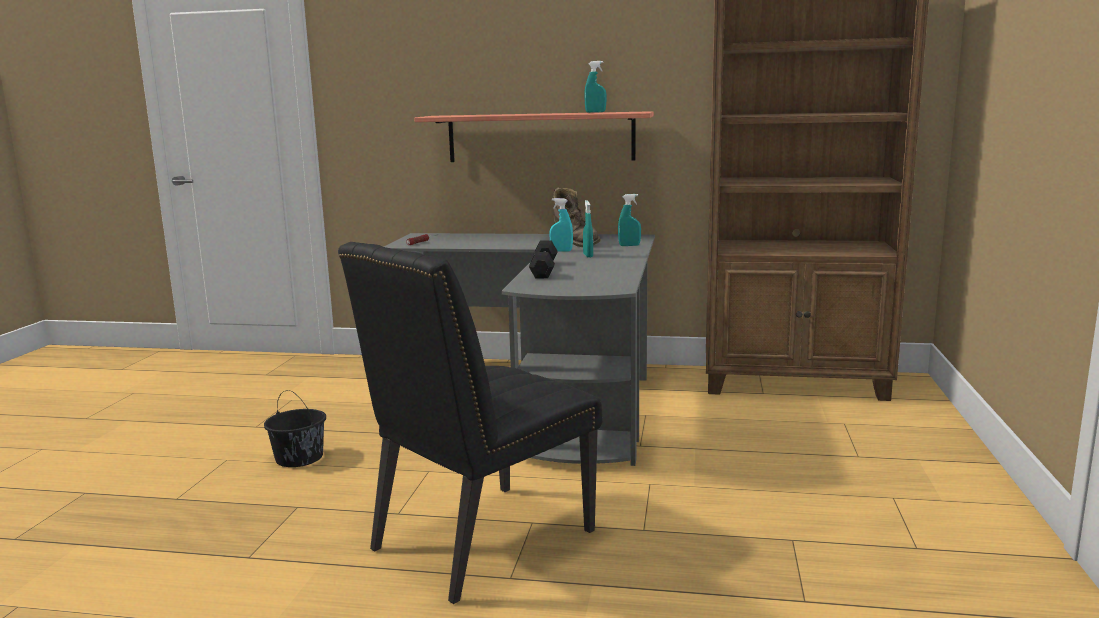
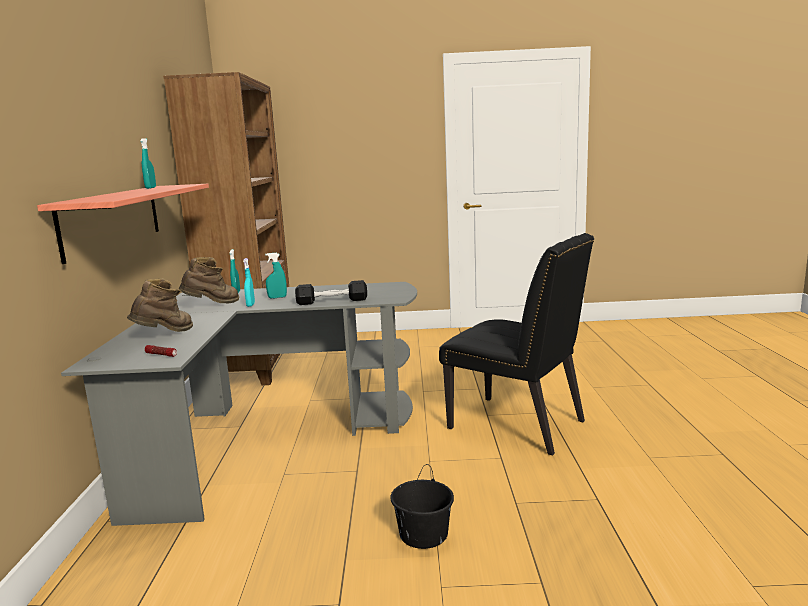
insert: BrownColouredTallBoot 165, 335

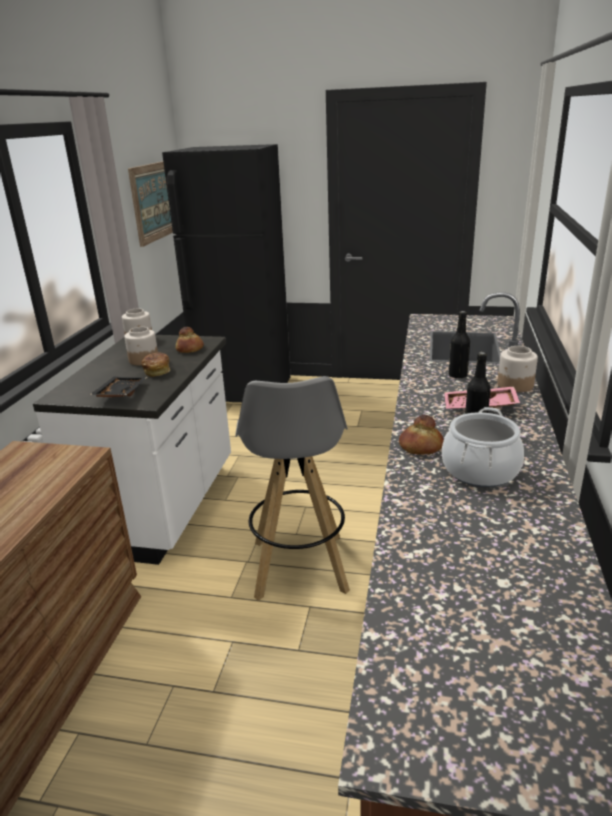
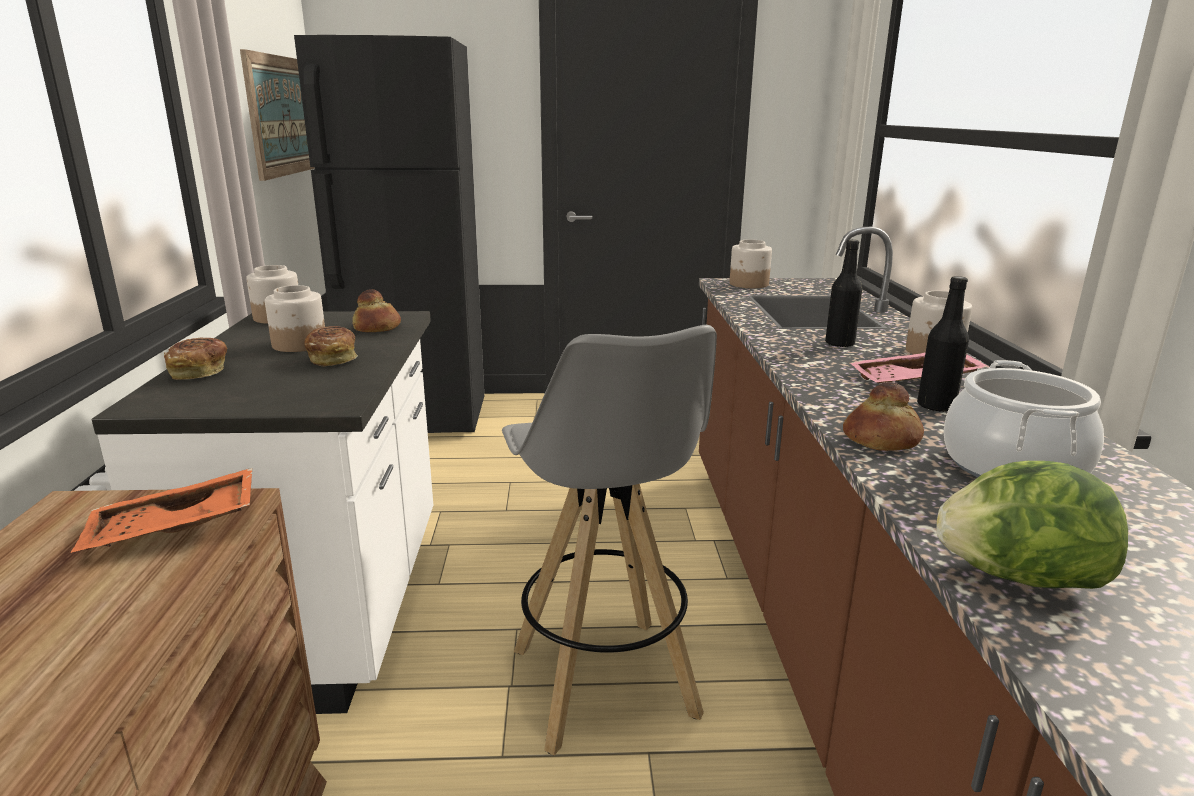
delete: BlackColouredServingTray 120, 394
insert: OrangeColouredServingTray 173, 529; BakedBread 199, 372; Jar 749, 284; Lettuce 1017, 577

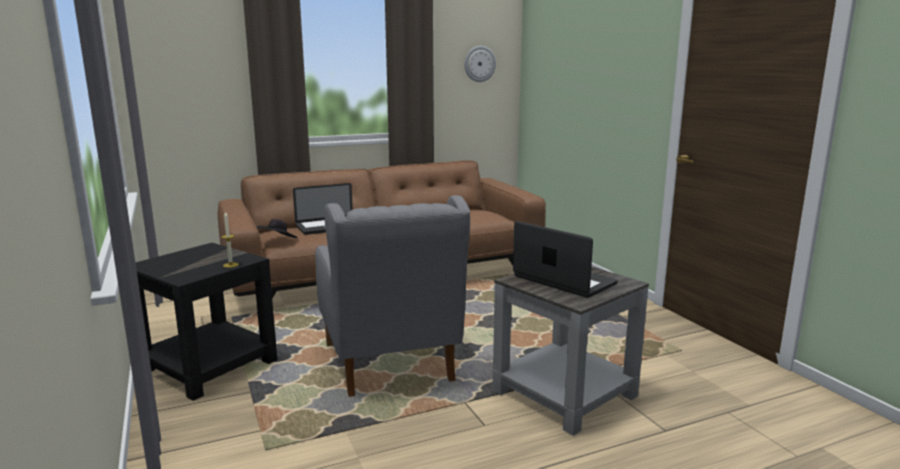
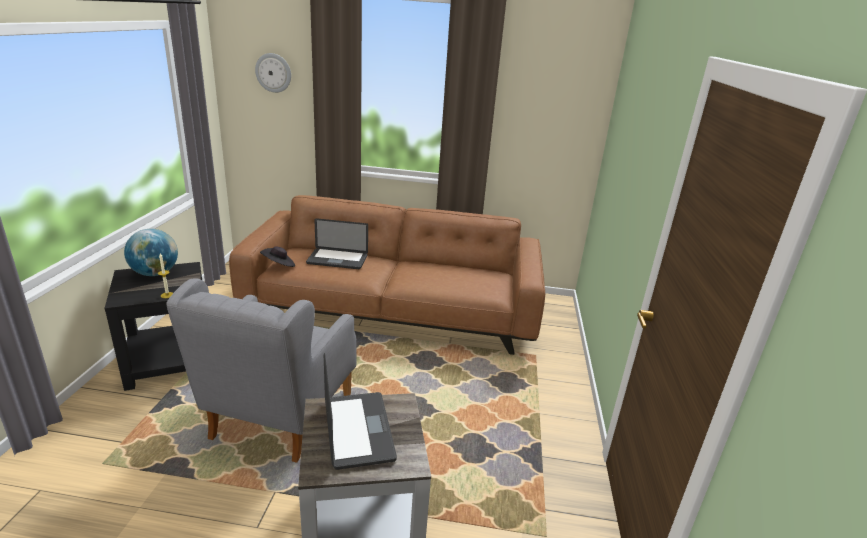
insert: Globe 155, 273
move: ClockOnTheWall 479, 64 to 273, 73

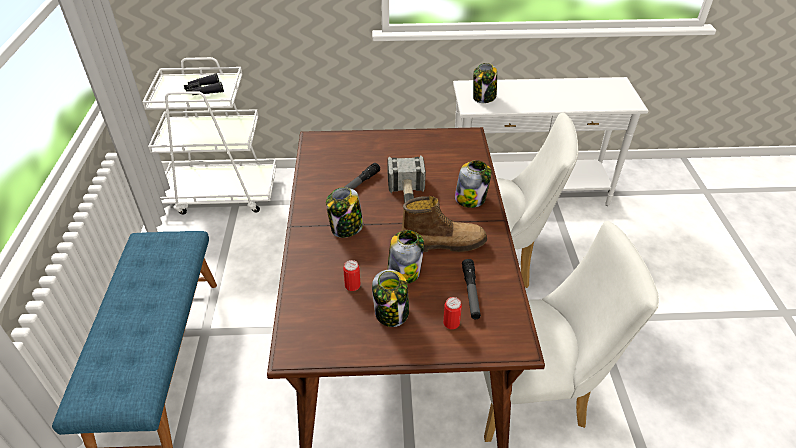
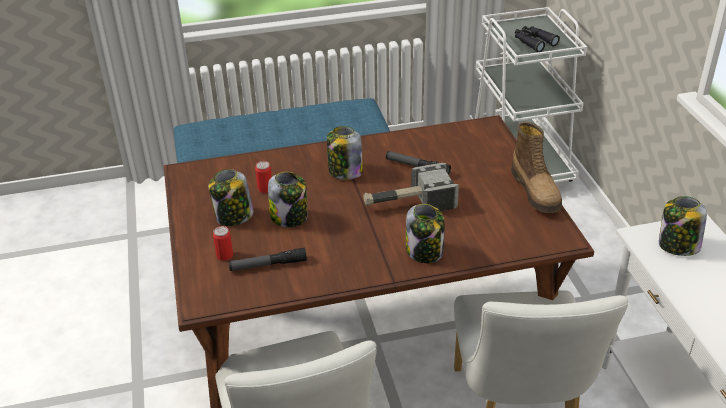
move: TallBoot 443, 243 to 536, 191

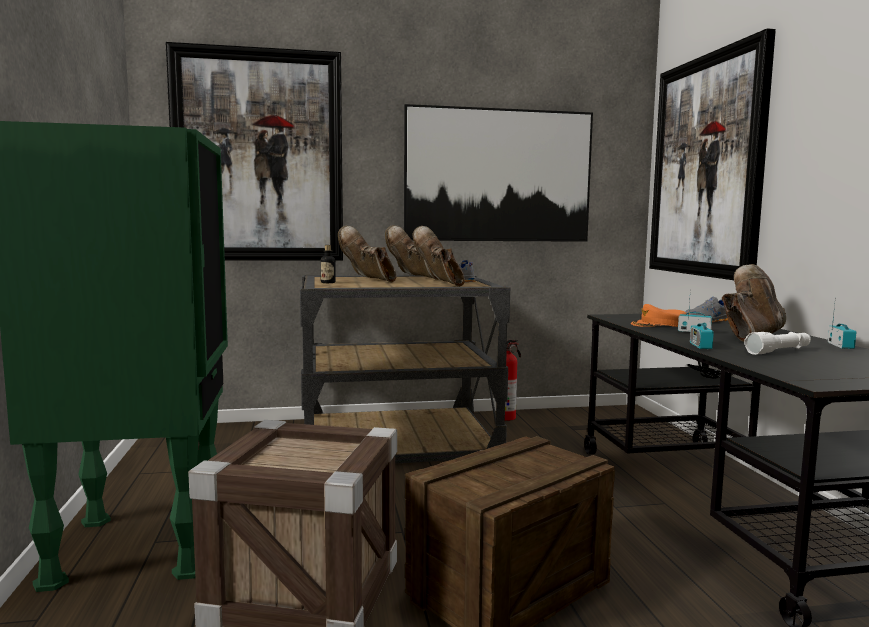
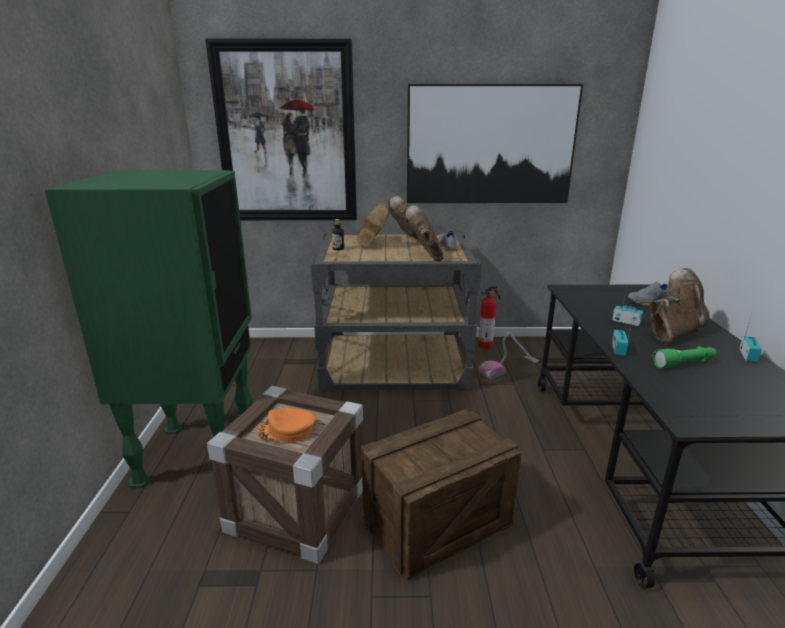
delete: Picture 706, 167
insert: VacuumCleaner 509, 368
move: OrangeColouredPeakedCap 658, 324 to 286, 431
recolor: WhiteHandTorch 779, 351 to GreenishHandTorch 684, 363
rotate: BrownColouredTallBoot 368, 280 = 372, 244 150 degrees counterclockwise

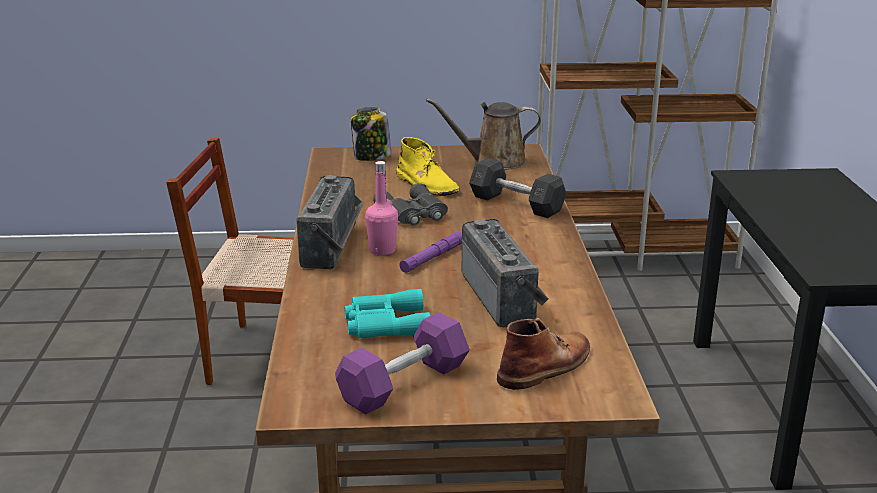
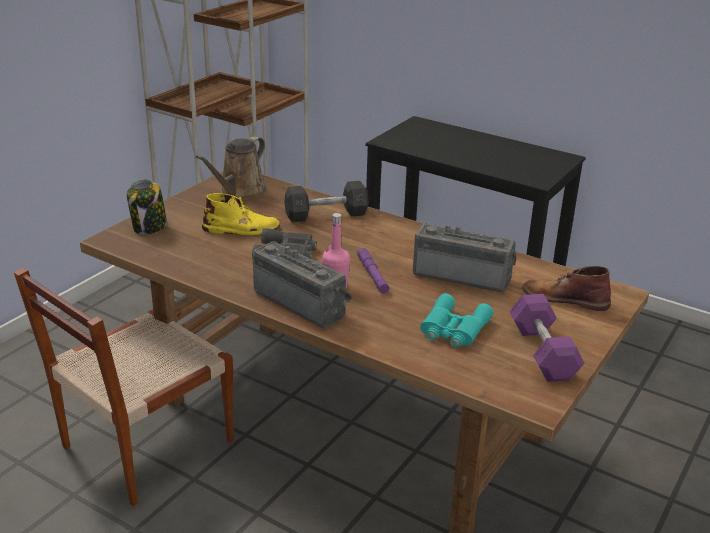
rotate: BrownColouredTallBoot 546, 366 = 564, 298 60 degrees counterclockwise

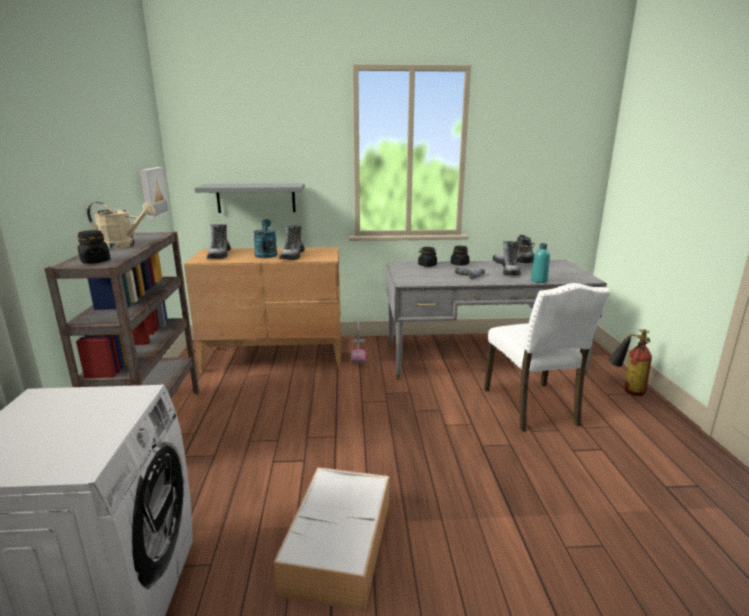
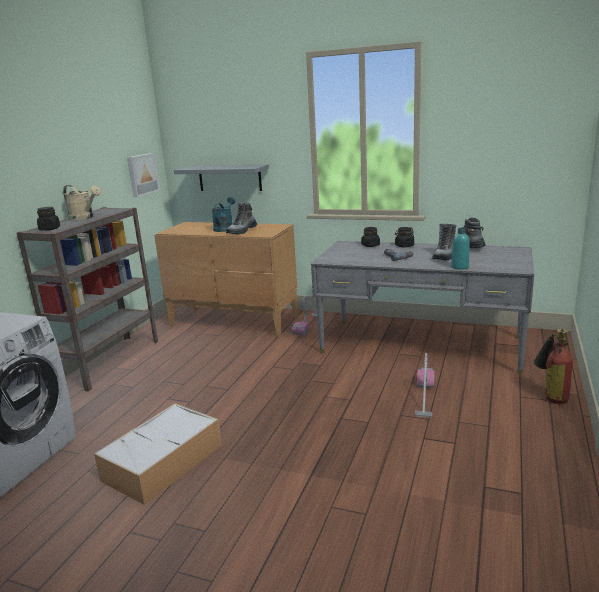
delete: TallBoot 219, 255
replace: WhiteUprightChair 533, 407 to VacuumCleaner 424, 396

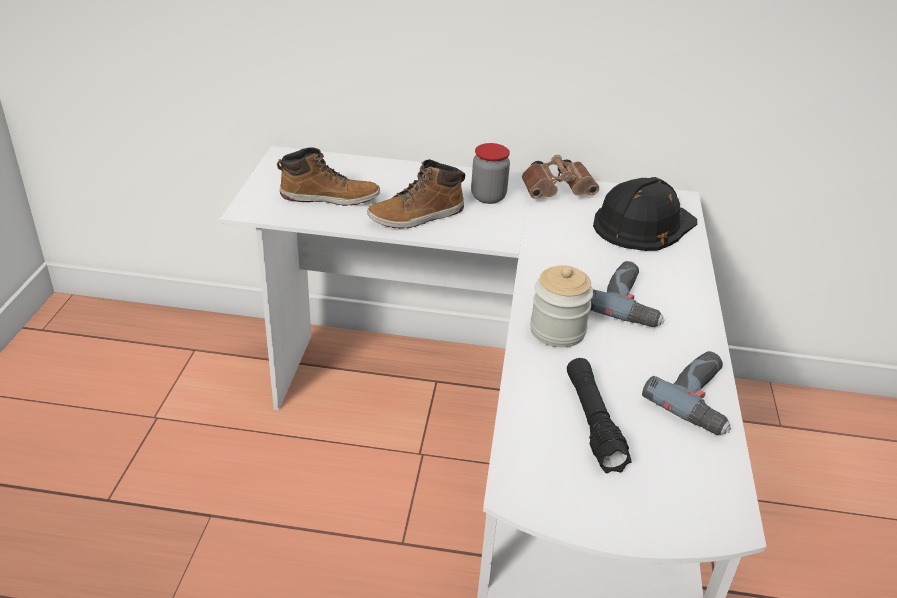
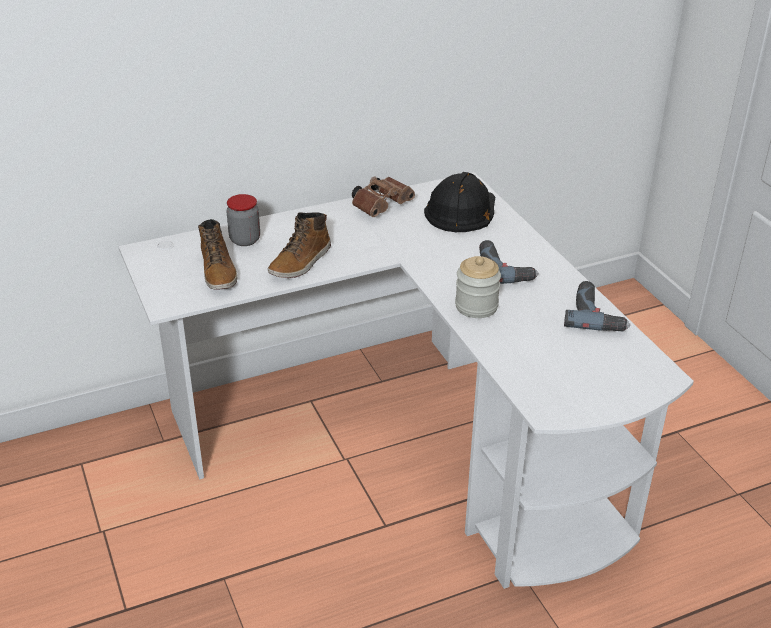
delete: BlackColouredHandTorch 593, 422
move: Jar 488, 197 to 245, 240
rotate: TallBoot 330, 197 = 218, 271 105 degrees clockwise

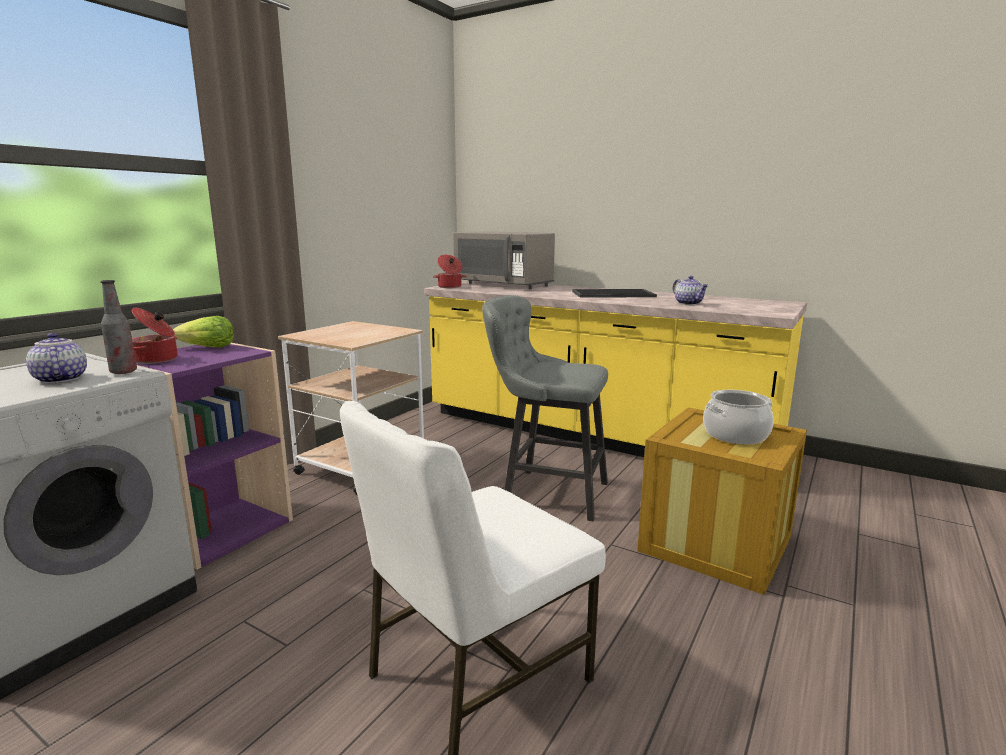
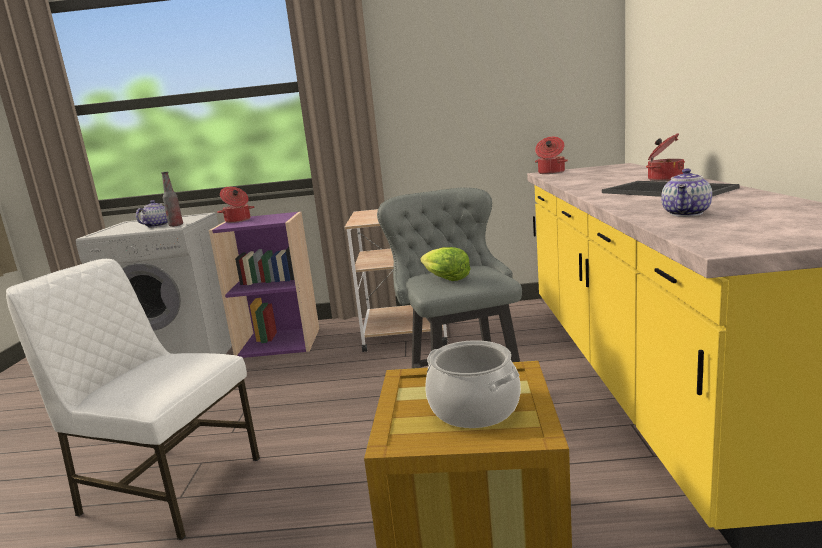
delete: GreyishKitchenMicrowave 503, 285
insert: Saucepot 664, 179
move: Lettuce 207, 348 to 445, 279

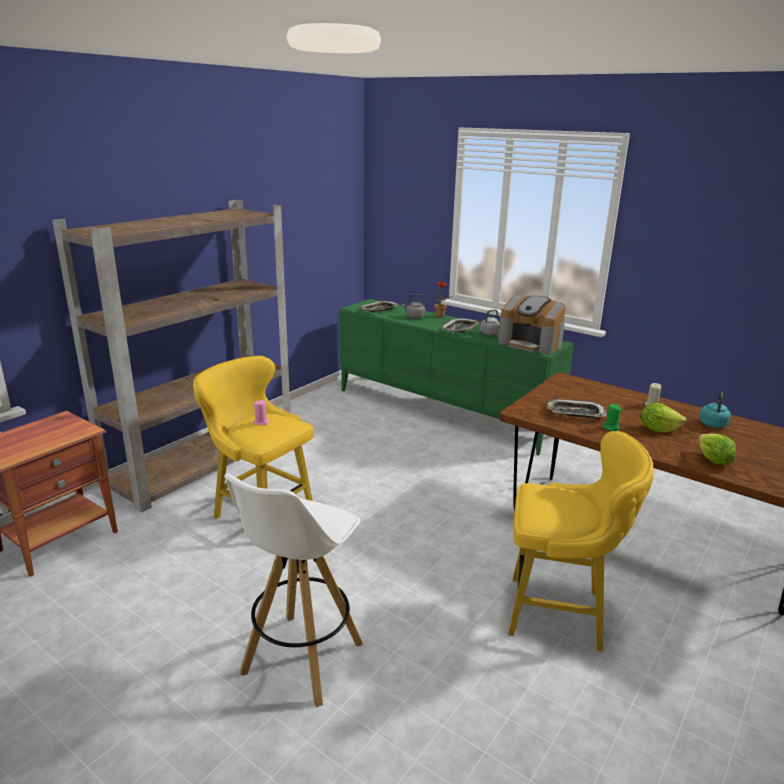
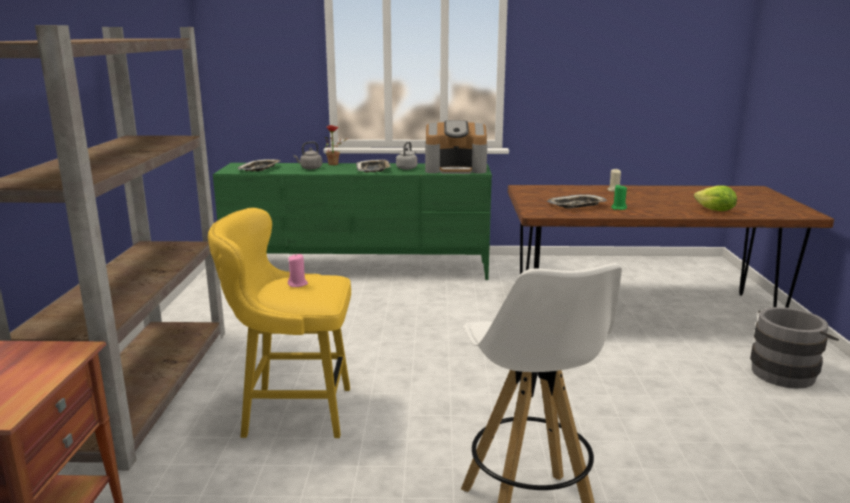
delete: YellowSittingStool 561, 613; Lettuce 658, 429; TurquoiseColouredWaterKettle 713, 424
insert: GreyishBucket 785, 372

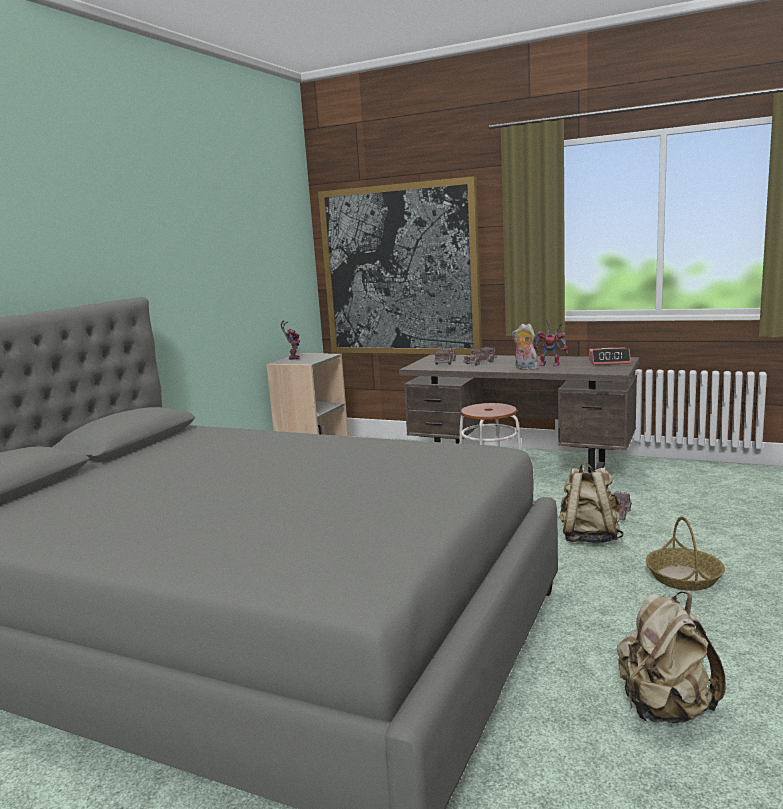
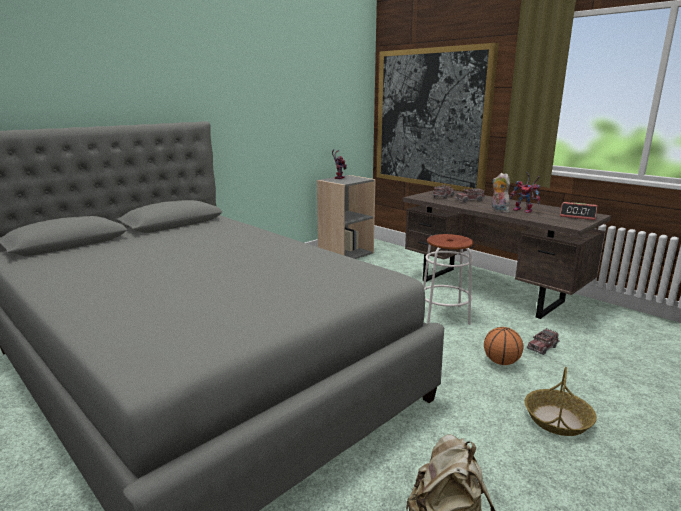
replace: BeigeColouredRucksack 589, 537 to Basketball 501, 362

